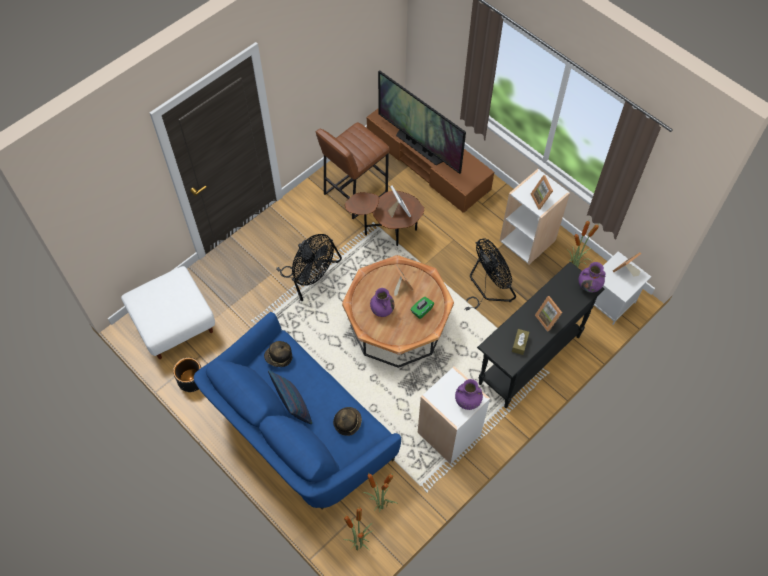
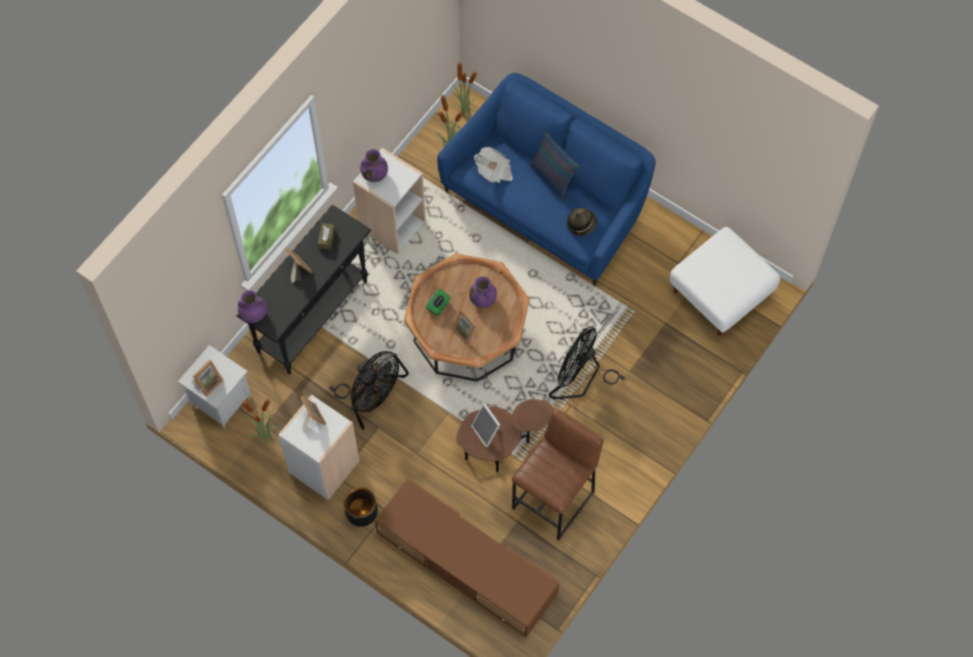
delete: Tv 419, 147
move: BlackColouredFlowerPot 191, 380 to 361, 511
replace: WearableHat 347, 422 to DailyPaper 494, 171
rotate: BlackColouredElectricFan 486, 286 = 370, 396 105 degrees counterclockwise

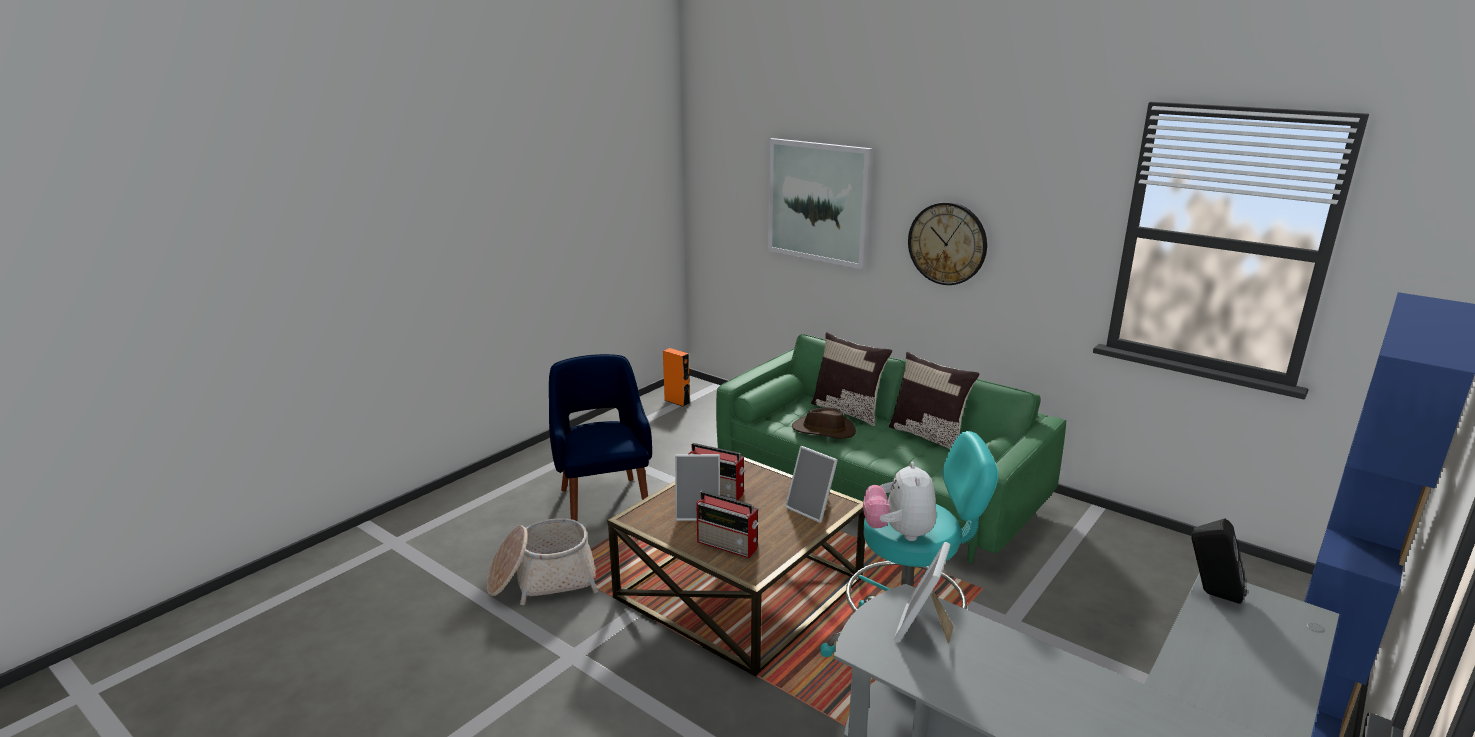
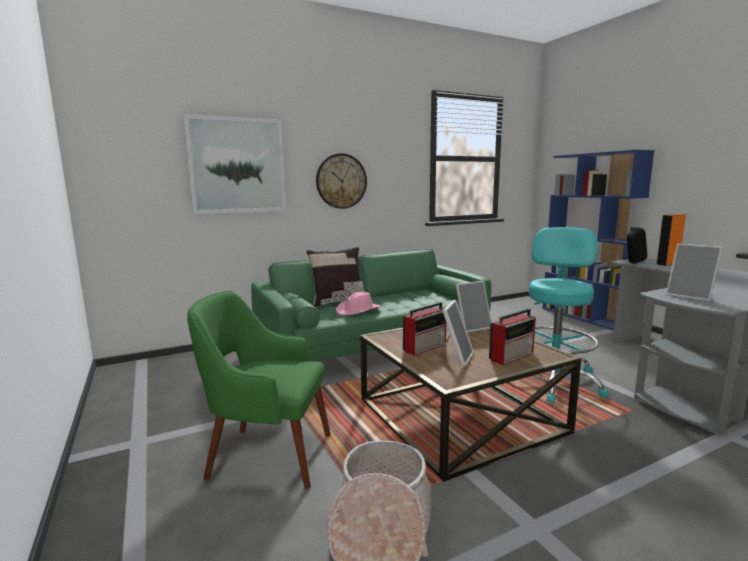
delete: CuddlyToy 899, 533; ThrowPillow 928, 436
move: OrangeColouredSpeaker 677, 401 to 667, 264
recolor: BlueColouredEasyChair 604, 503 to GreenishEasyChair 267, 455; BrownColouredWearableHat 824, 430 to PinkishWearableHat 358, 310

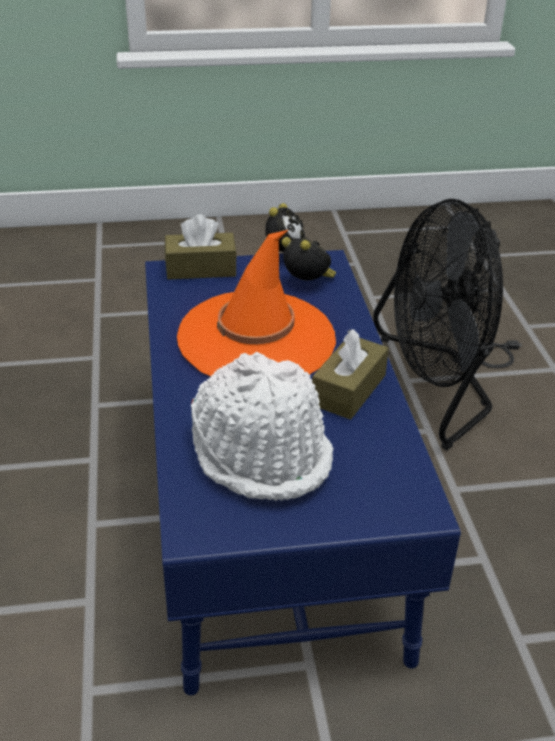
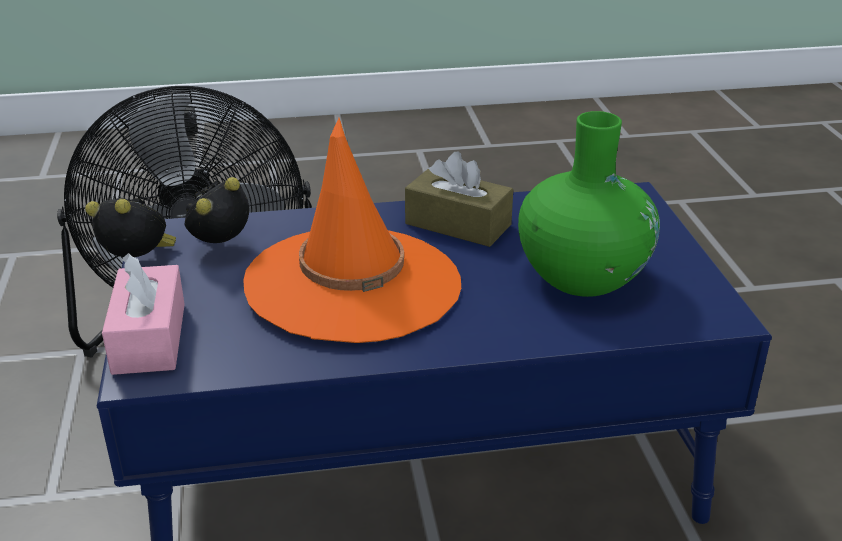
replace: WhiteWearableHat 262, 453 to GreenishDecorativeVase 582, 276
recolor: BrownColouredBoxOfTissues 201, 269 to PinkishBoxOfTissues 149, 338

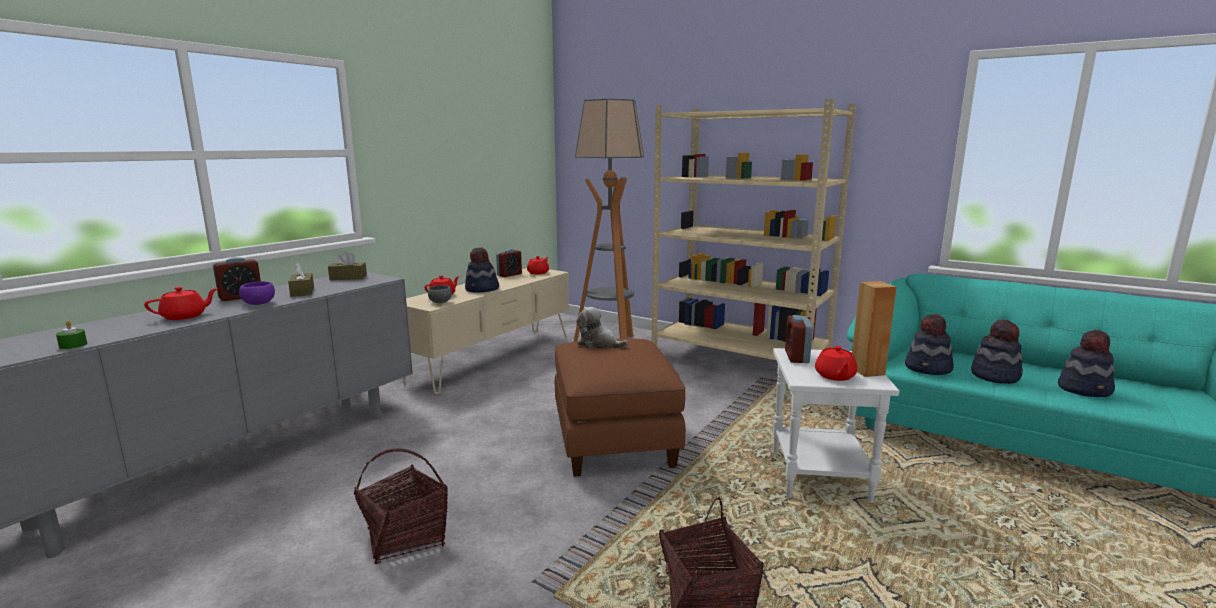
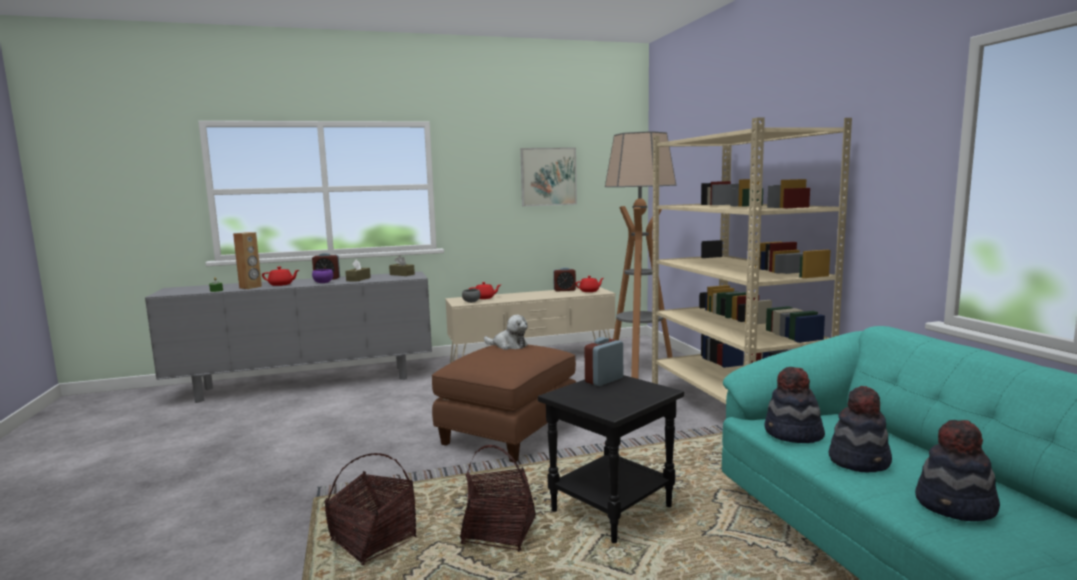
delete: WearableHat 482, 289; RedTeaPot 835, 376
insert: Picture 548, 176
move: BrownColouredSpeaker 867, 371 to 250, 287; StorageBasket 406, 538 to 499, 532
recolor: WhiteSideTable 821, 477 to BlackColouredSideTable 612, 510
rotate: CuddlyToy 599, 344 = 508, 346 135 degrees clockwise

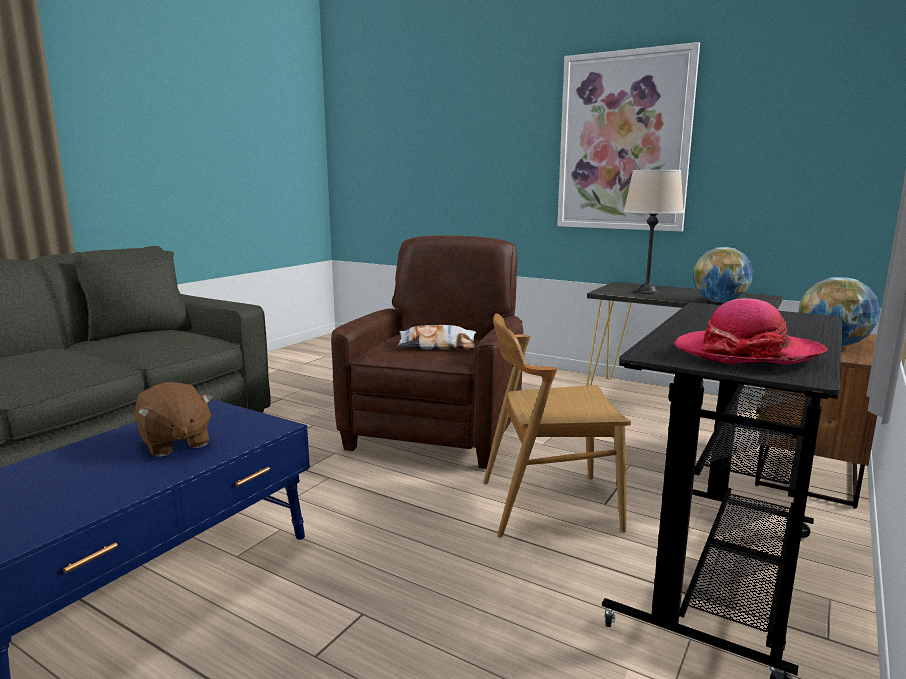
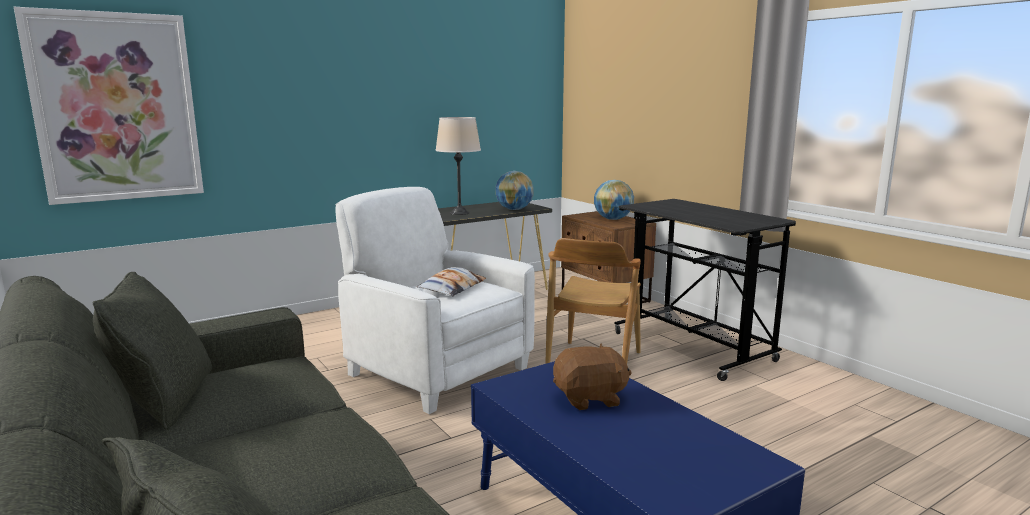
delete: WearableHat 746, 353
move: Picture 623, 142 to 116, 108
recolor: BrownColouredEasyChair 437, 431 to WhiteEasyChair 436, 370

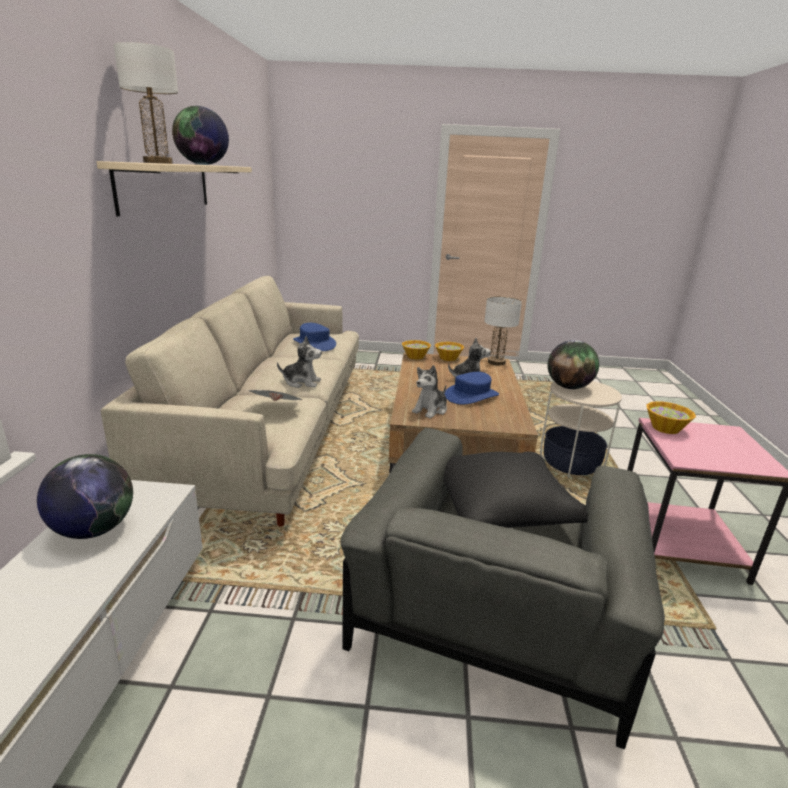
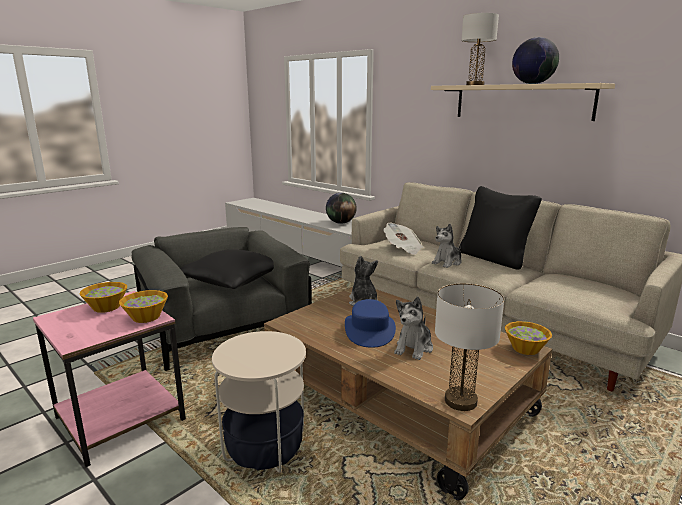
delete: BlueColouredWearableHat 314, 344; Globe 569, 387
insert: BlackColouredThrowPillow 494, 258
move: DeepDish 448, 358 to 106, 307

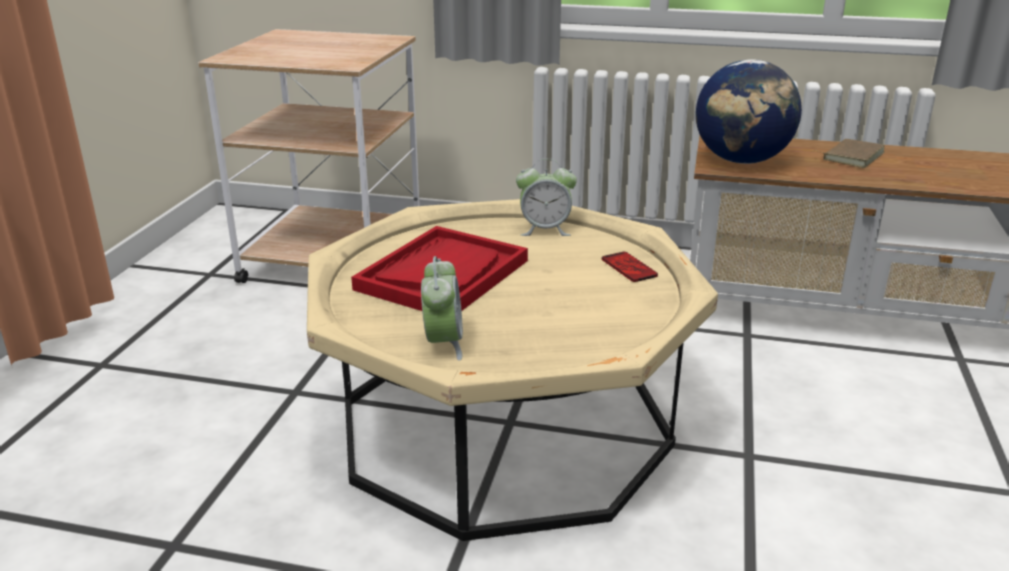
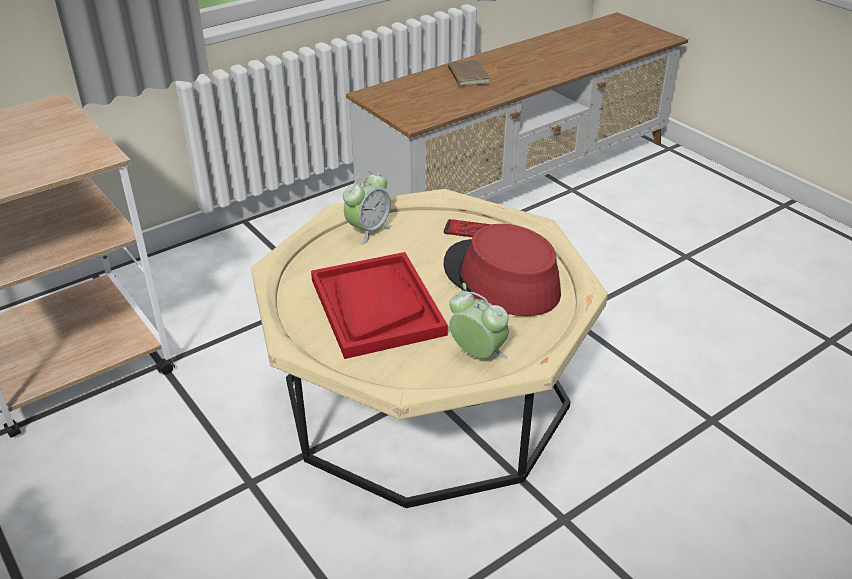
delete: Globe 742, 161
insert: RedWearableHat 500, 279

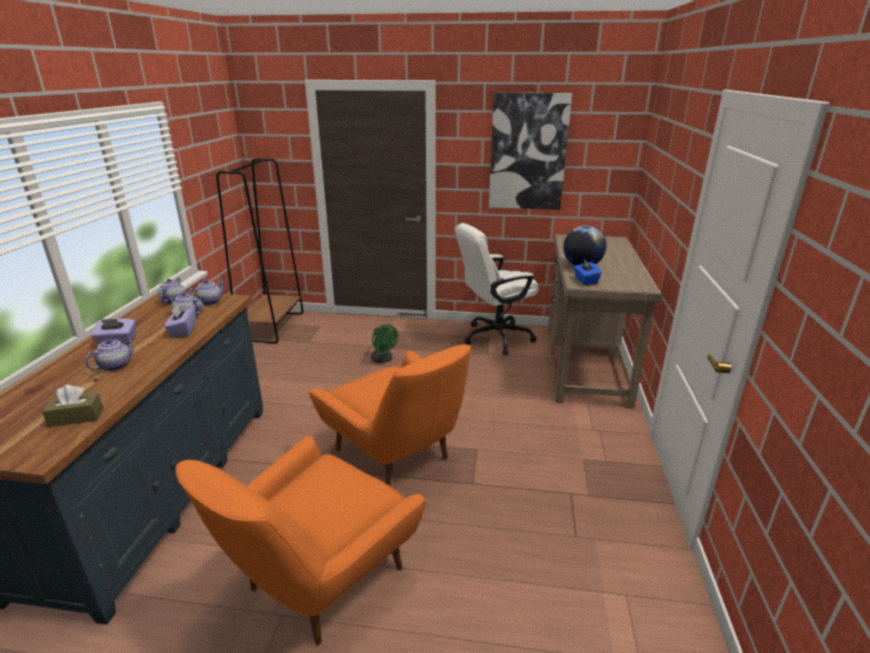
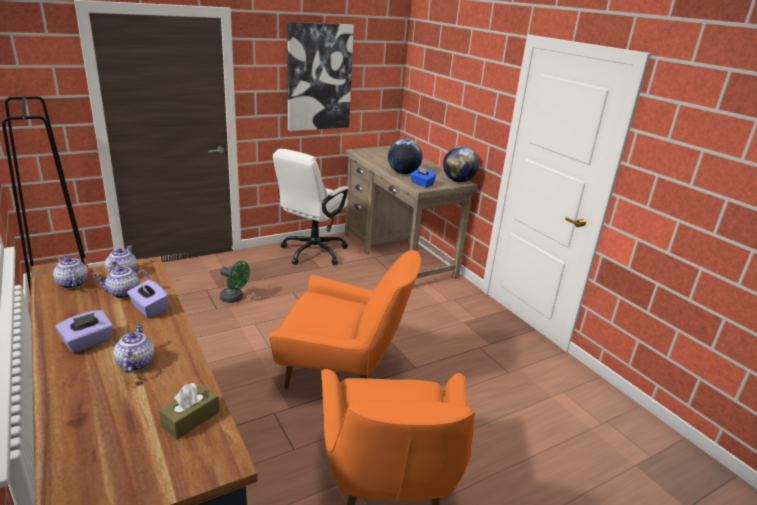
insert: Globe 458, 181

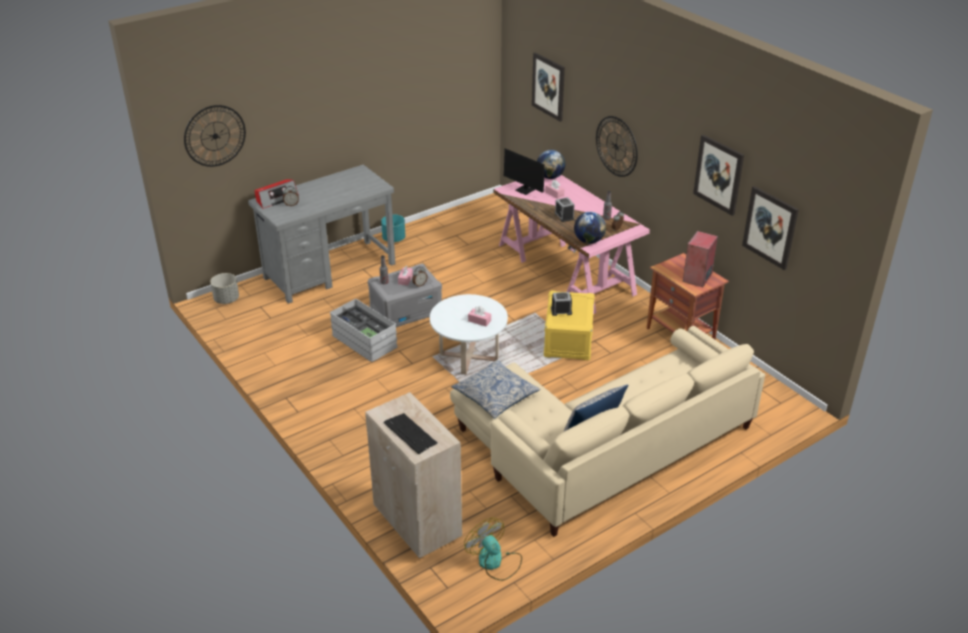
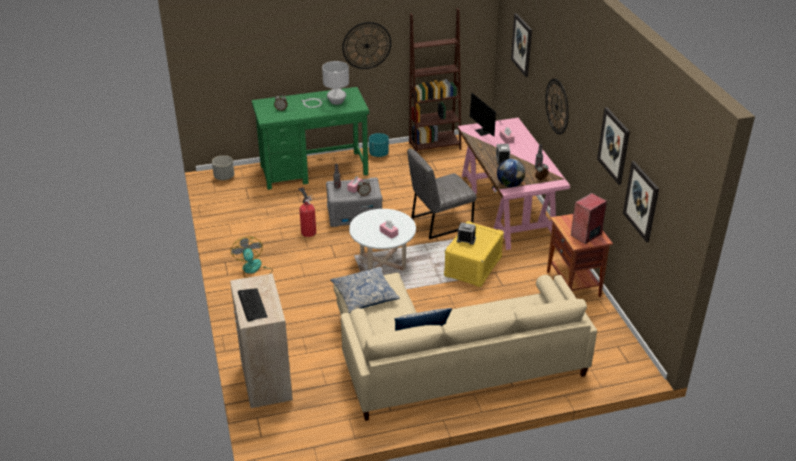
delete: RadioReceiver 276, 199; Globe 550, 177
insert: GreyishTabletopLamp 327, 102; GreyishUprightChair 440, 222; BrownColouredBookshelf 434, 146
move: ElectricFan 495, 562 to 253, 270; ClockOnTheWall 215, 136 to 366, 45
replace: GreyishStorageContainer 363, 341 to FireFightingCylinder 308, 231
recolor: GreyishDeskTable 329, 270 to GreenishDeskTable 314, 170

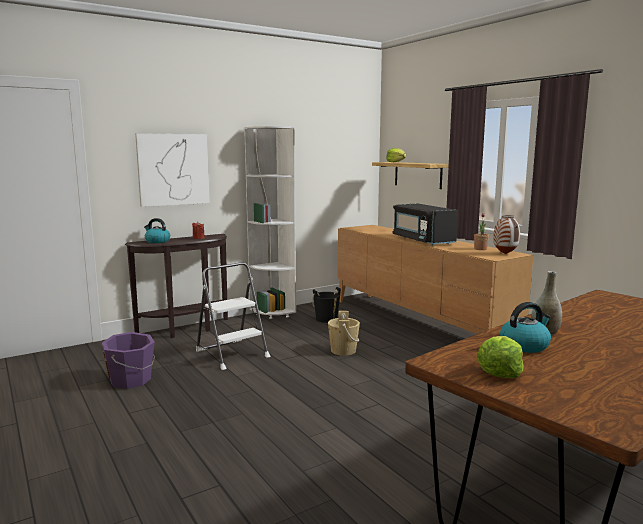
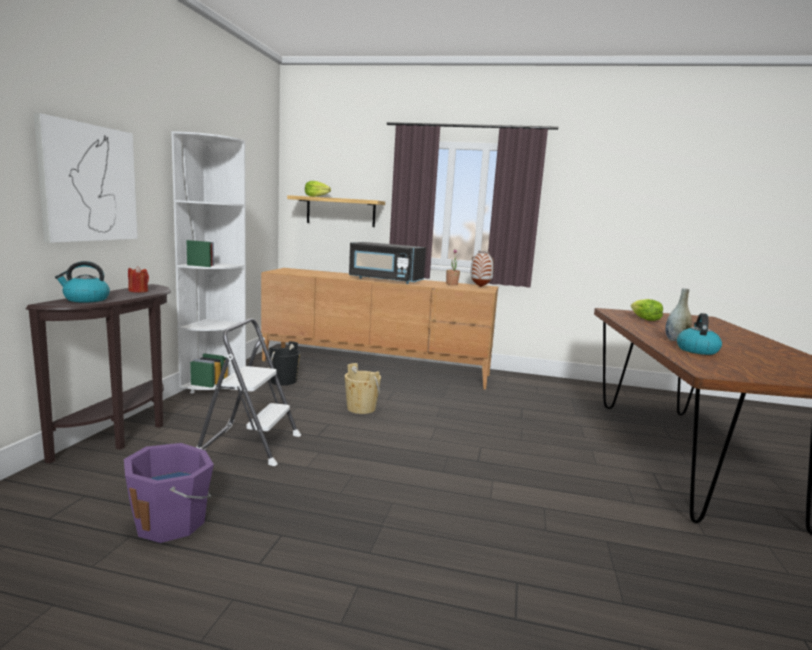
move: Lettuce 499, 371 to 644, 319

